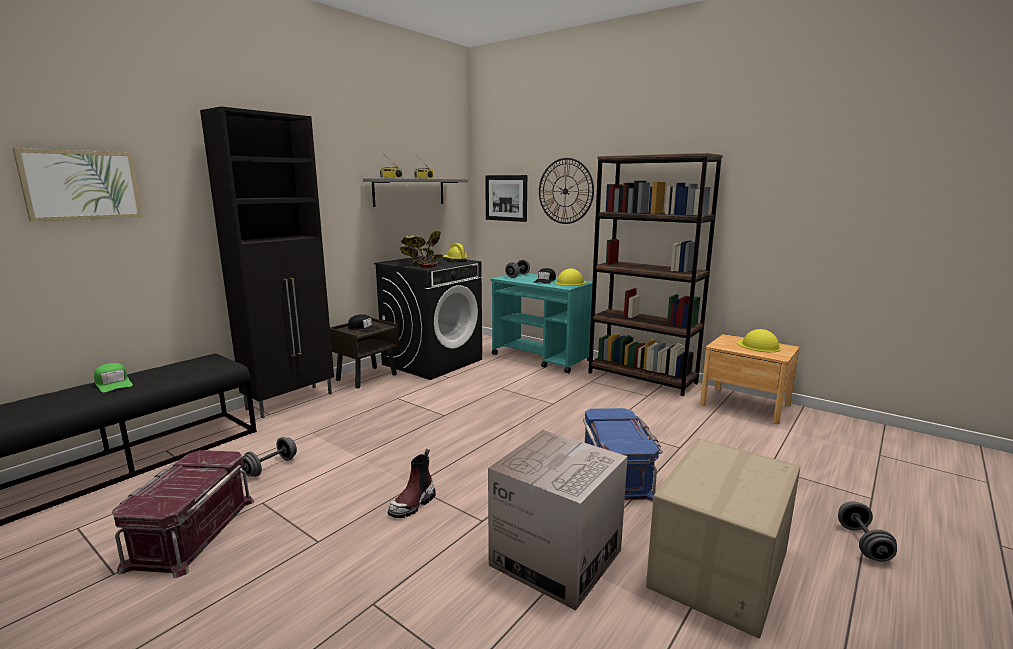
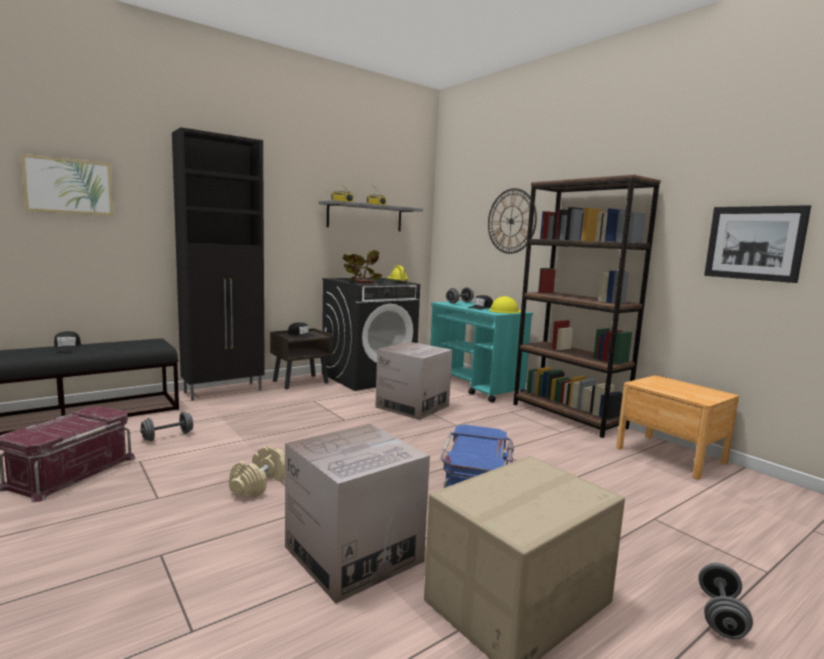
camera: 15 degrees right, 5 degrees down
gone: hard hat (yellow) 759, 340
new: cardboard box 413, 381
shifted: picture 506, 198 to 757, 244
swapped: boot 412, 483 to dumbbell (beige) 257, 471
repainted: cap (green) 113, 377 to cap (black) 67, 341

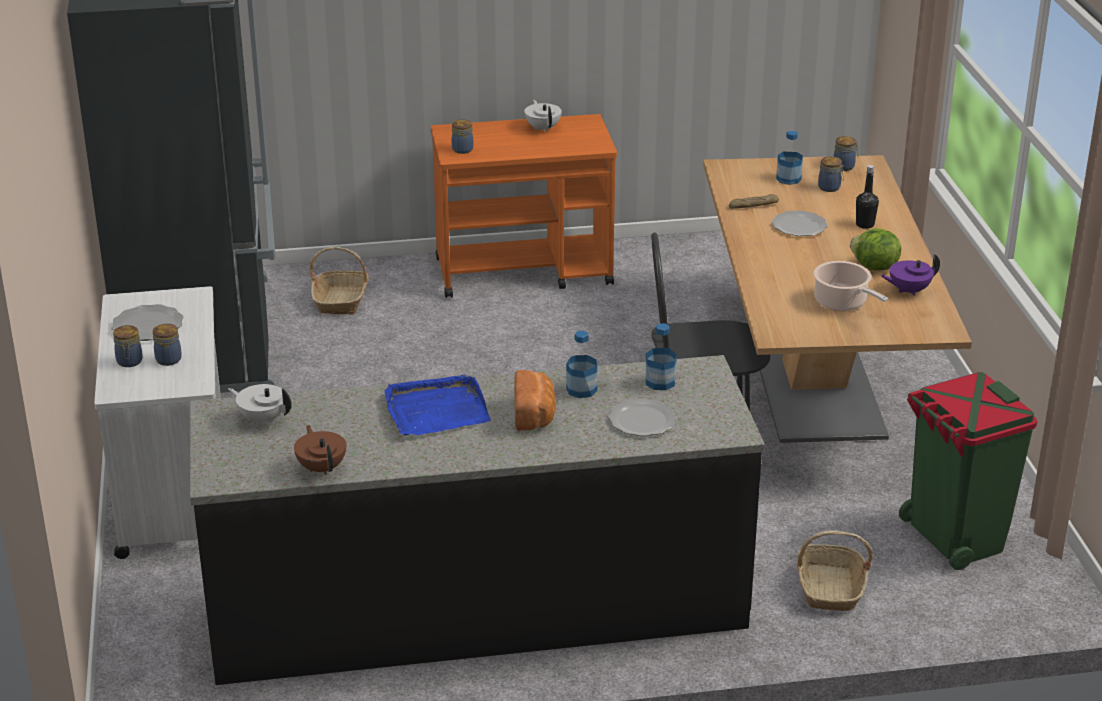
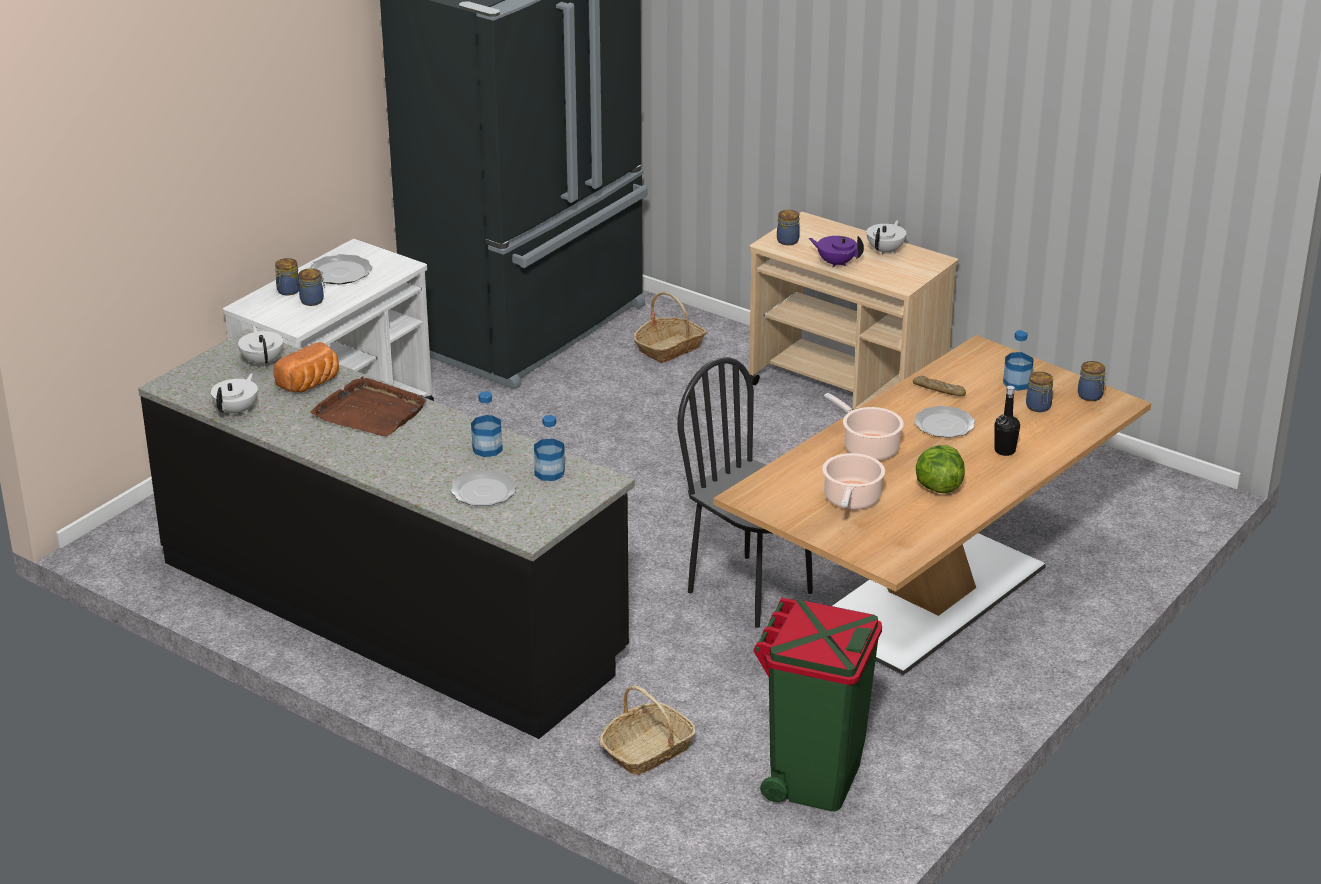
camera: 45 degrees right, 0 degrees up
new: cooking pot 864, 427
shifted: bread 535, 400 to 306, 367; teapot (purple) 910, 275 to 836, 252
repainted: teapot (brown) 320, 450 to teapot (white) 234, 394; tray (blue) 437, 405 to tray (brown) 368, 406; cart (orange) 524, 206 to cart (beige) 853, 311

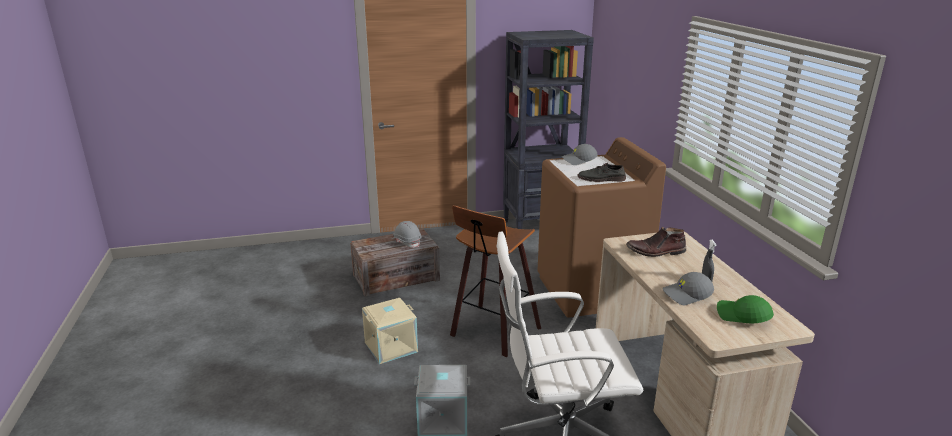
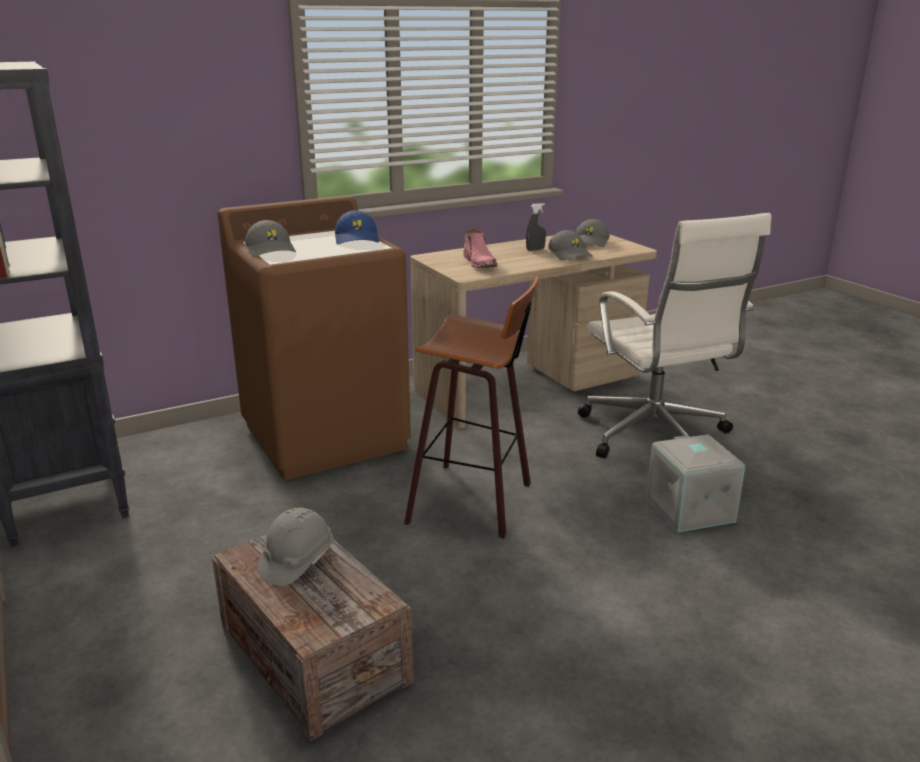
camera: 105 degrees left, 0 degrees up
gone: storage box (beige) 390, 331
swapped: shoe (grey) 601, 172 to cap (blue) 357, 227
repainted: boot (brown) 656, 242 to boot (pink) 480, 248; cap (green) 745, 309 to cap (grey) 593, 233

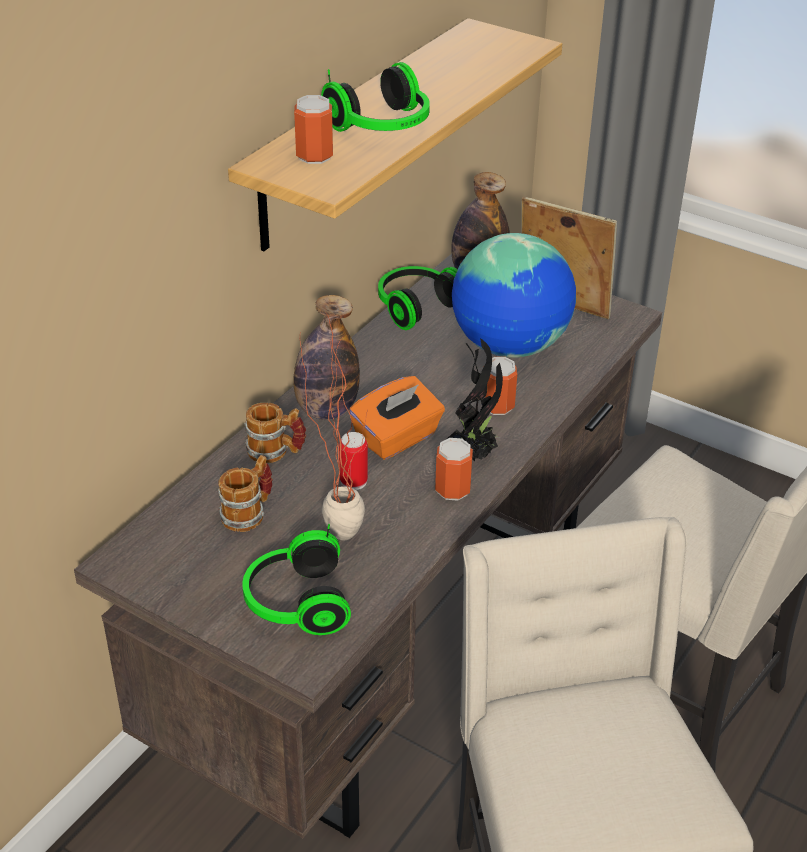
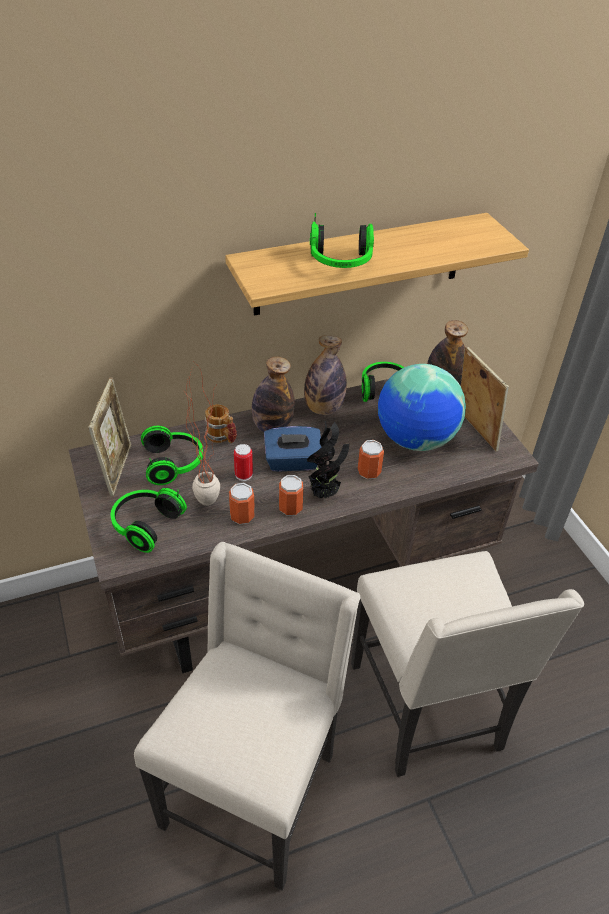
camera: 35 degrees right, 5 degrees up
new: picture frame 109, 436; bottle 325, 375
shifted: can 313, 129 to 242, 503
swapped: mug 245, 493 to headphones 172, 455
repainted: tissue box (orange) 397, 418 to tissue box (blue) 292, 449

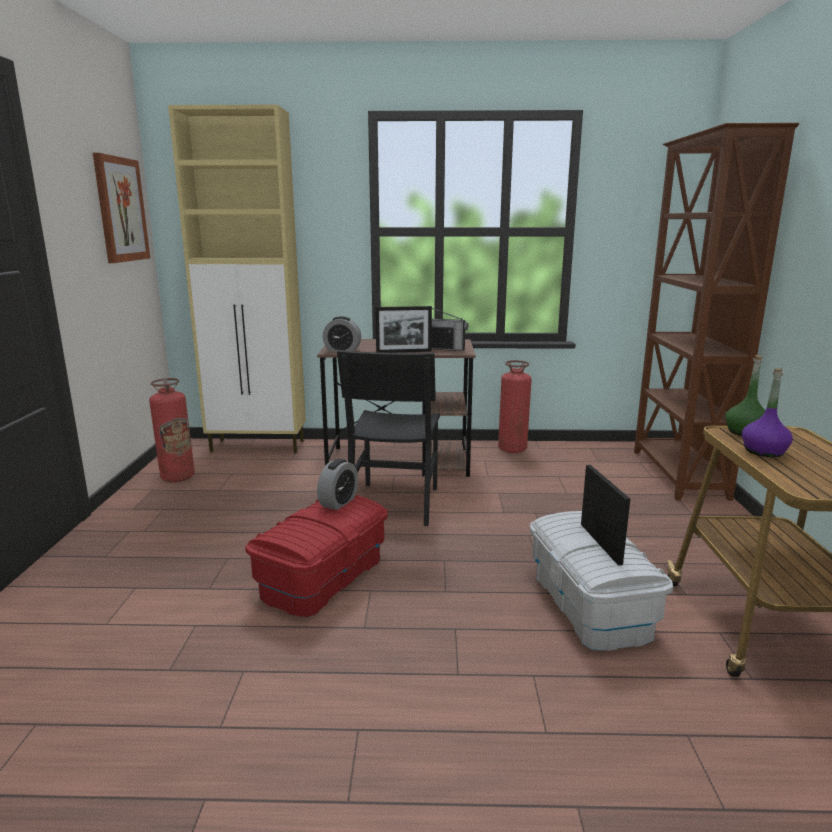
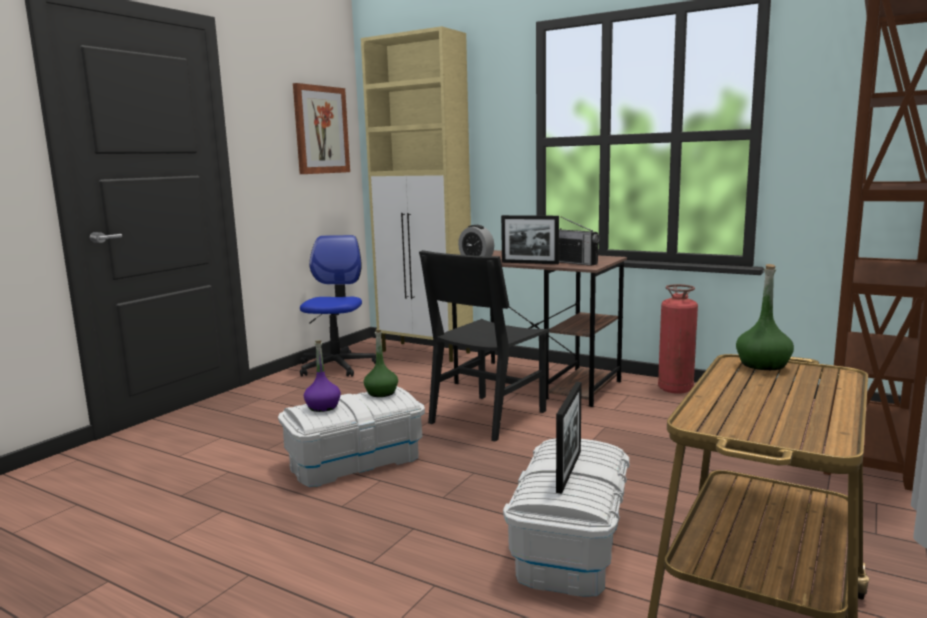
camera: 30 degrees right, 5 degrees down
shifted: bottle (purple) 767, 413 to 322, 376
swapped: fire extinguisher 172, 430 to office chair 338, 306; alarm clock 337, 484 to bottle (green) 381, 363
repainted: storage box (red) 316, 556 to storage box (white) 351, 437

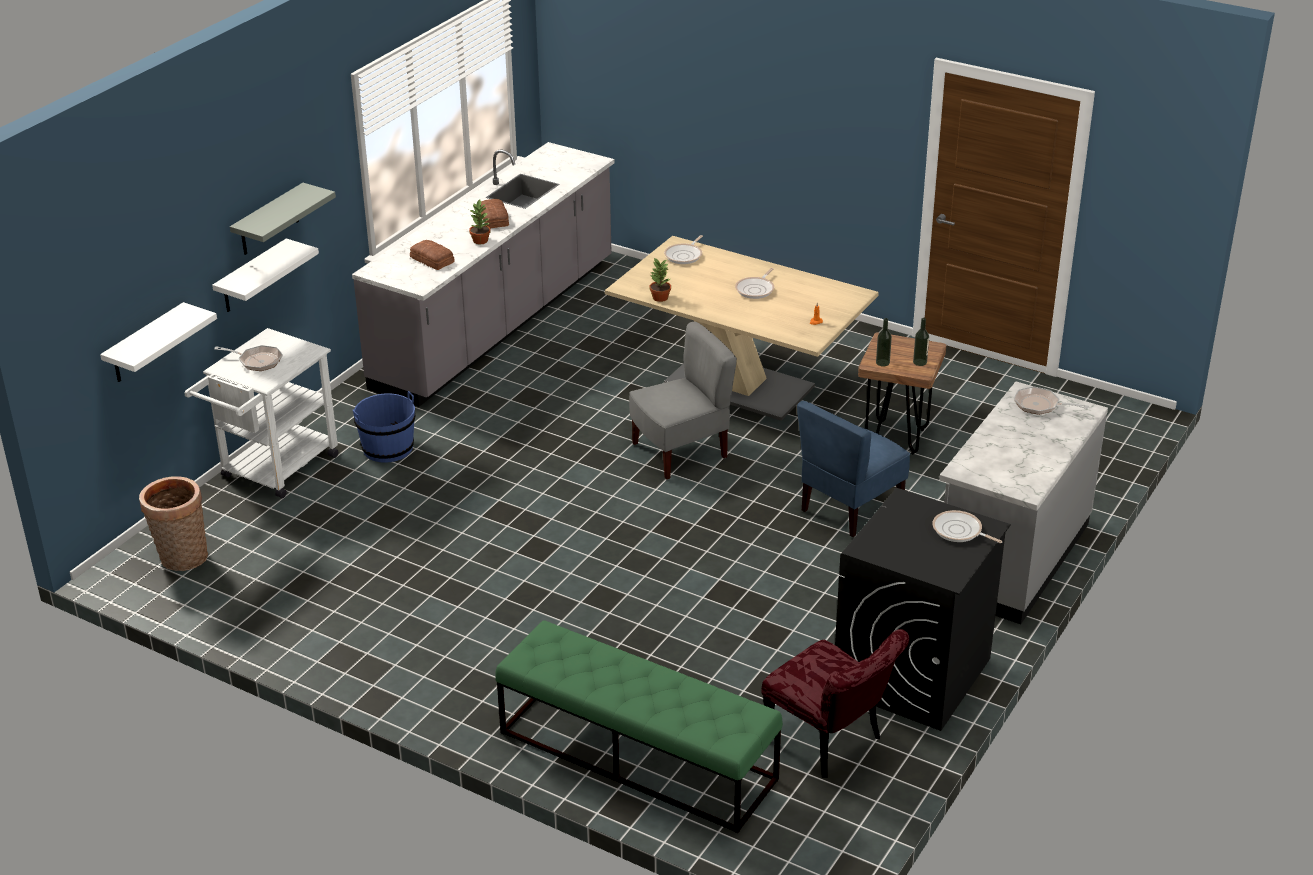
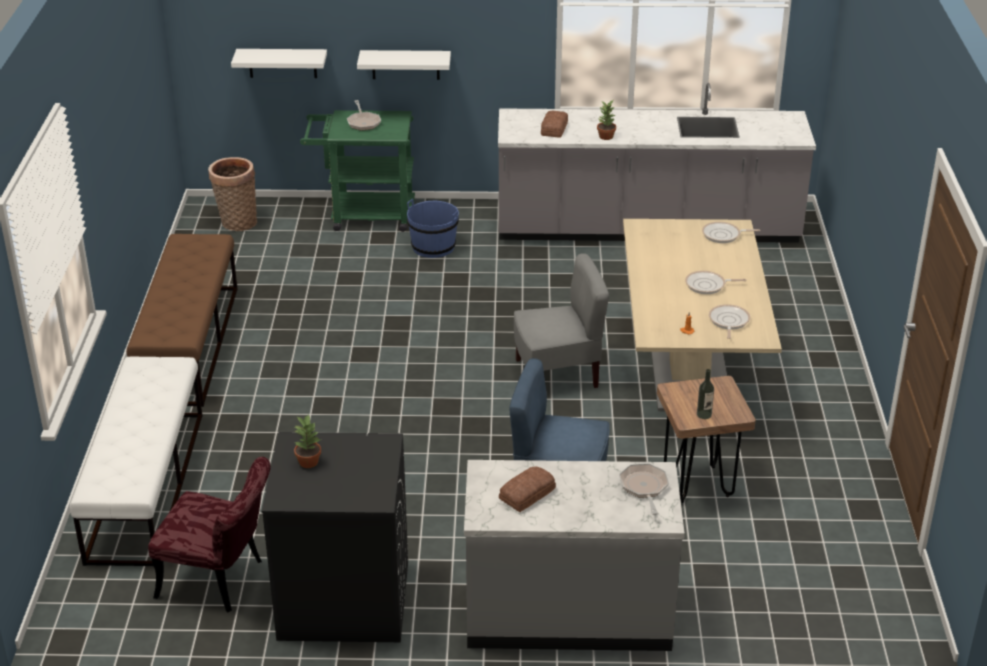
camera: 60 degrees right, 0 degrees up
gone: shelf (grey) 283, 219; bottle 884, 342
new: bench (brown) 181, 320
shifted: potted plant 660, 280 to 307, 441; bread 495, 213 to 527, 489; frying pan 967, 526 to 729, 321
repainted: bench (green) 639, 726 to bench (white) 136, 461; cart (white) 261, 413 to cart (green) 357, 171
rotated: chair (red) 835, 703 = 209, 534 90 degrees counterclockwise; chair (grey) 683, 401 = 561, 320 45 degrees counterclockwise

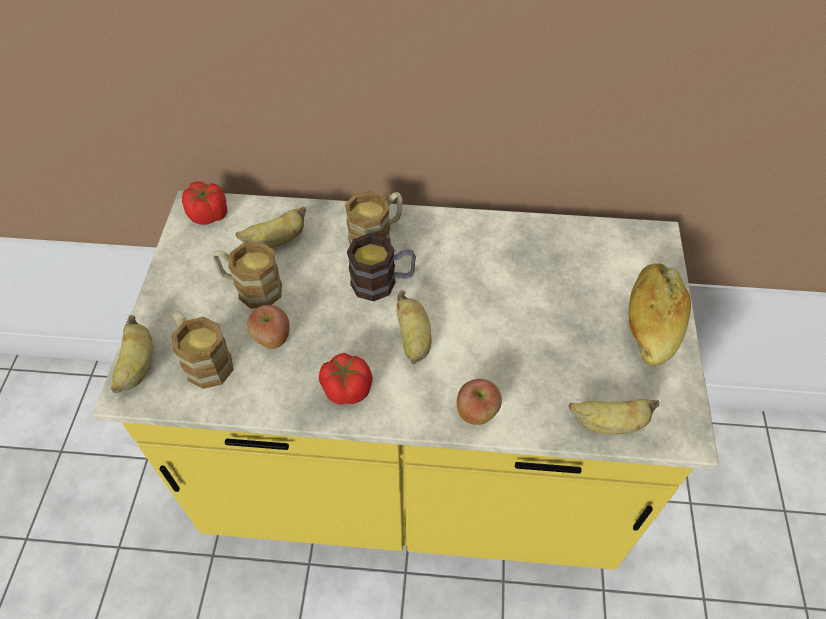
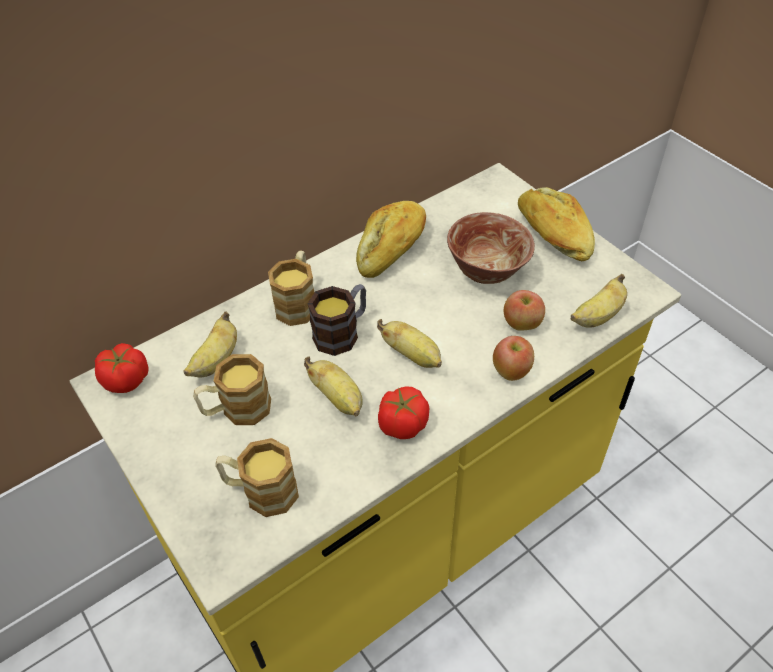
camera: 40 degrees left, 5 degrees down
new: bread 391, 239; bowl 491, 248
shifted: banana 132, 354 to 333, 386; apple 268, 327 to 524, 310

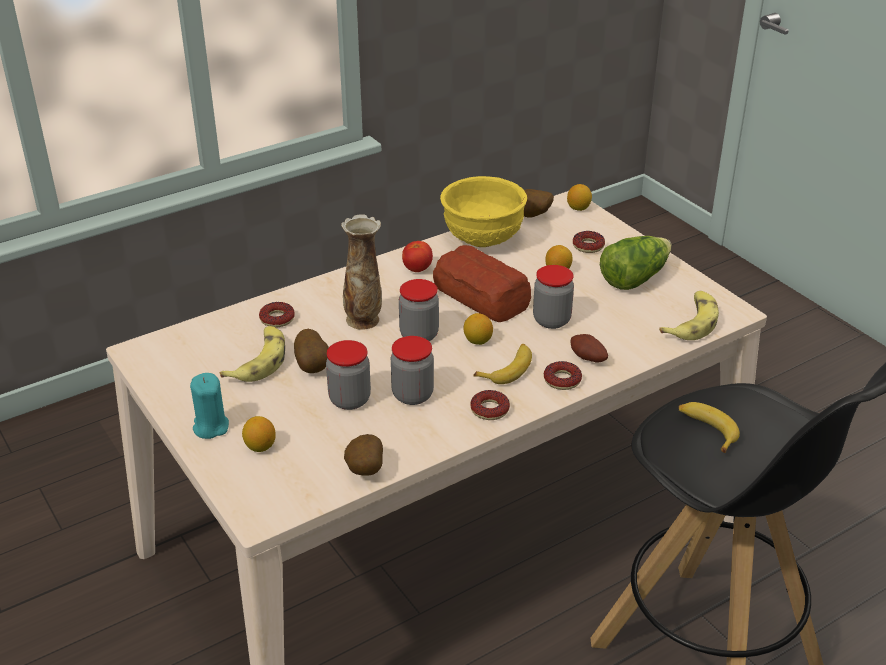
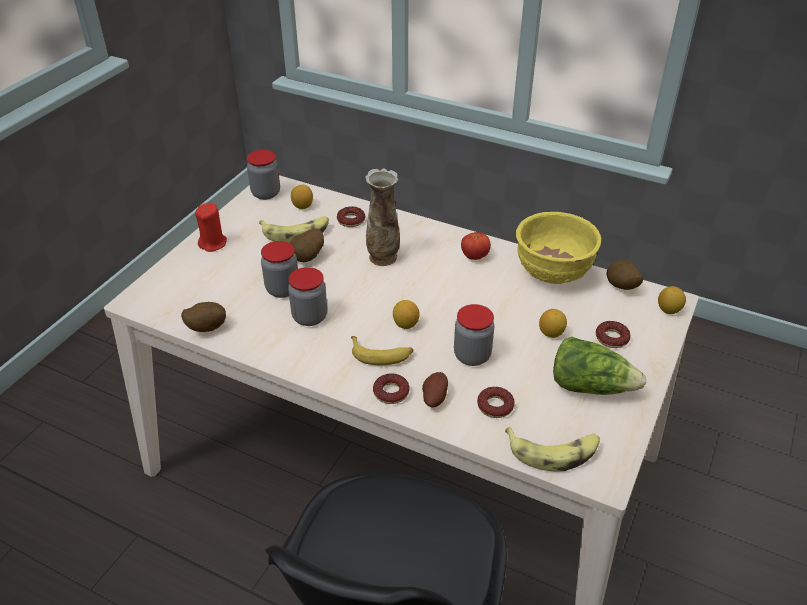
camera: 60 degrees right, 5 degrees up
gone: bread 482, 283; banana 709, 427
shifted: jar 419, 310 to 263, 175; lemon 259, 434 to 302, 197; donut 490, 405 to 496, 402
repainted: candle (turquoise) 209, 406 to candle (red) 211, 227

